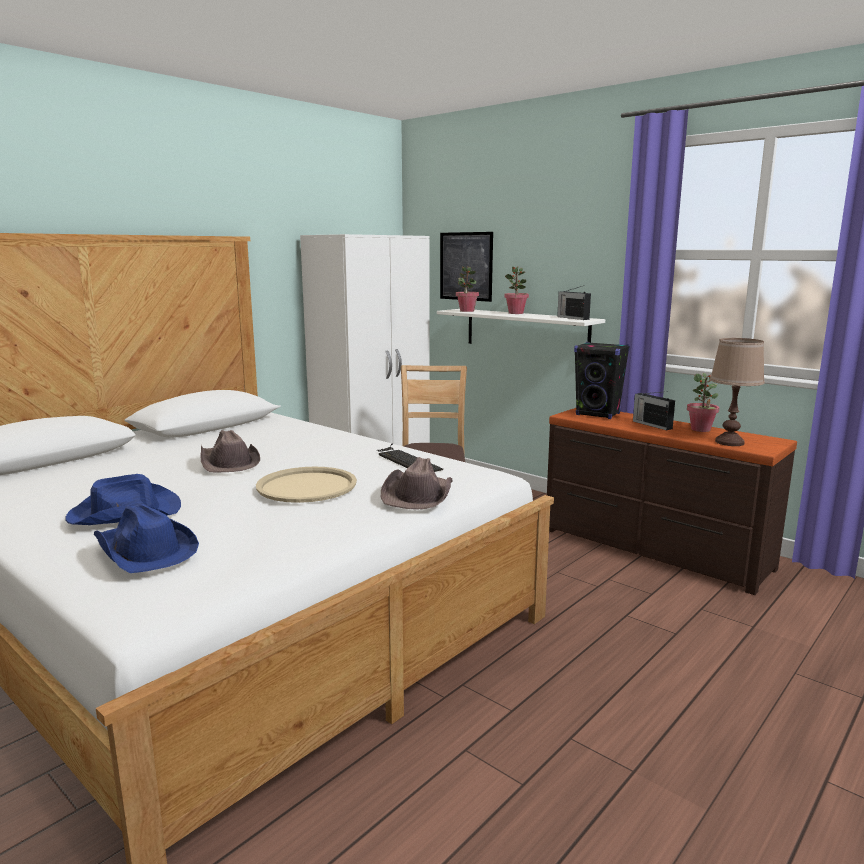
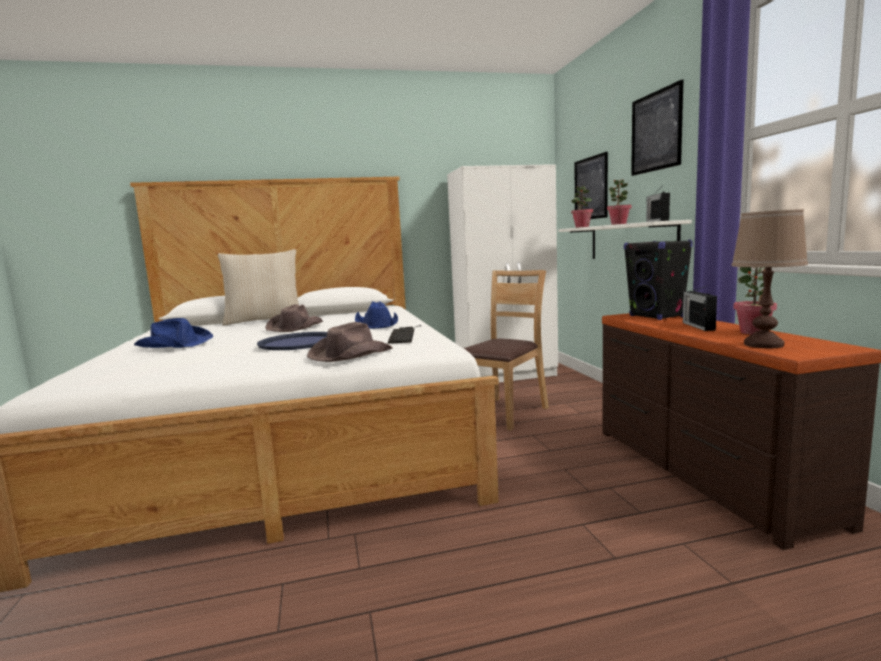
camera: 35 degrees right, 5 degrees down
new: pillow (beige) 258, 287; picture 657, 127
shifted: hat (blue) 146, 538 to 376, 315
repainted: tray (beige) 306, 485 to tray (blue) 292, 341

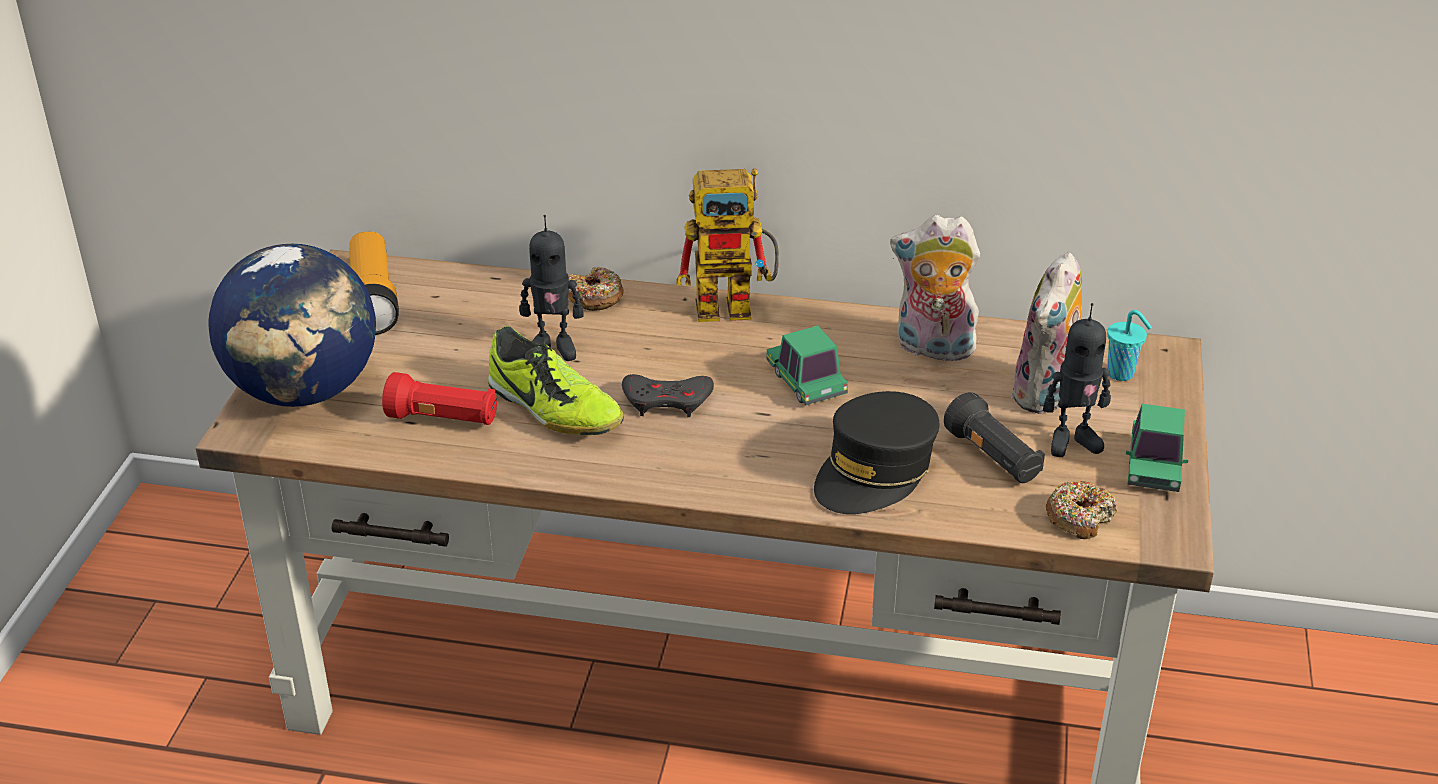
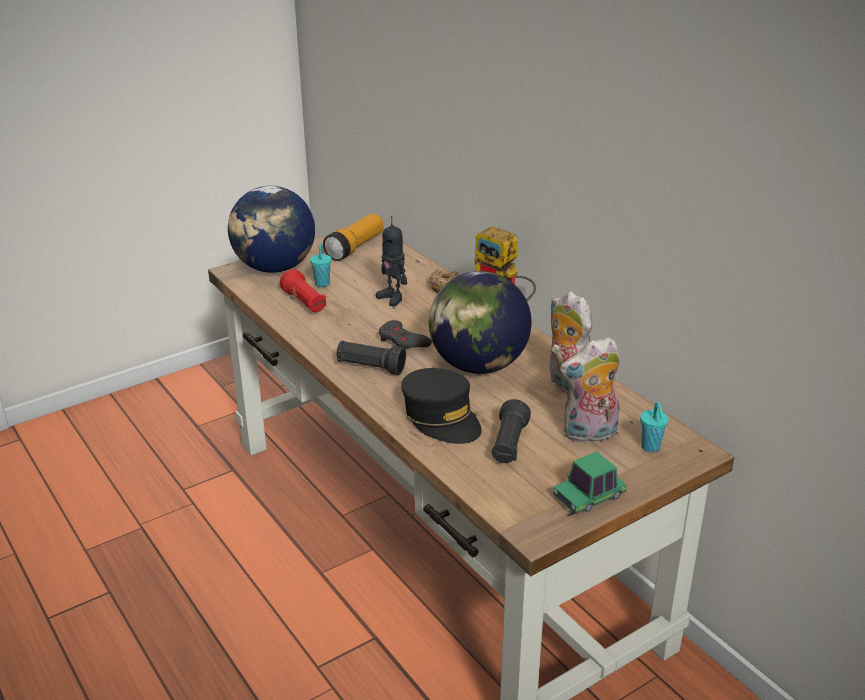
camera: 45 degrees right, 5 degrees down
gone: shoe 556, 380; toy robot 1077, 380; donut 1081, 510
new: cup (turquoise) 321, 265; flashlight (black) 371, 358
swapped: toy car 807, 365 to globe 480, 322
rotated: cap (black) 876, 452 = 441, 406 120 degrees counterclockwise

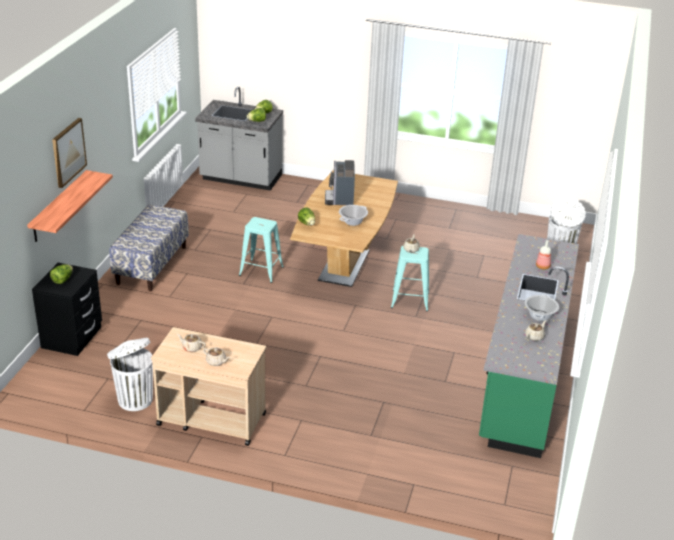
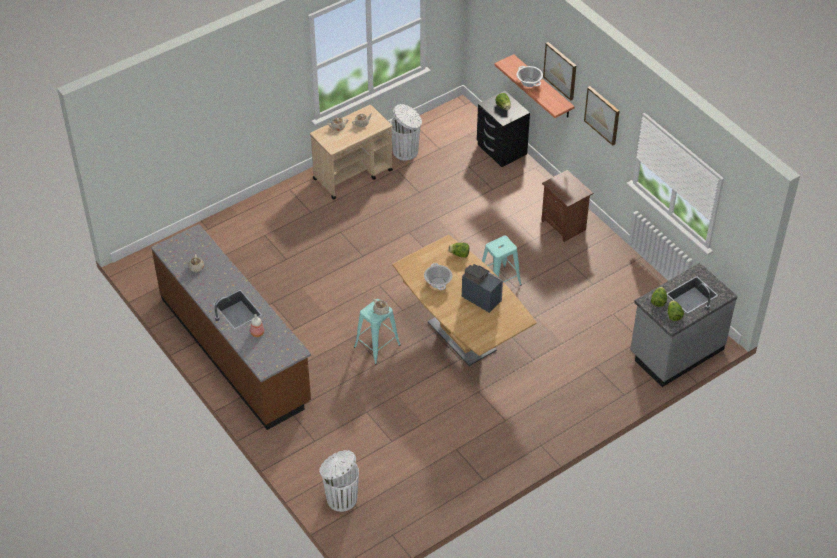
camera: 130 degrees right, 15 degrees up
new: picture 601, 116
shifted: cooking pot 542, 308 to 530, 76
swapped: bench 149, 248 to nightstand (brown) 567, 206
repainted: counter (green) 529, 346 to counter (brown) 231, 327

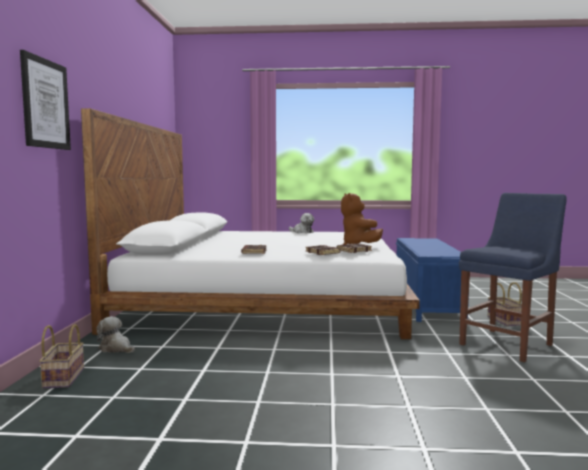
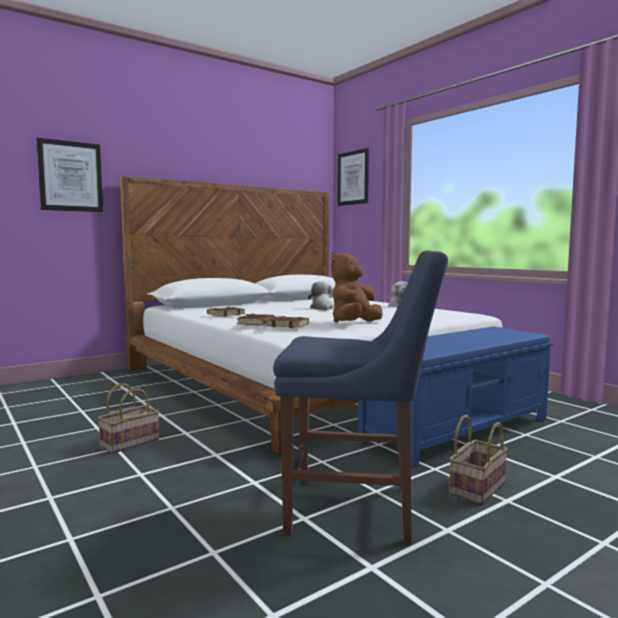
camera: 50 degrees right, 0 degrees up
new: picture 353, 177
shifted: basket 61, 356 to 128, 418; plush toy 115, 334 to 321, 296

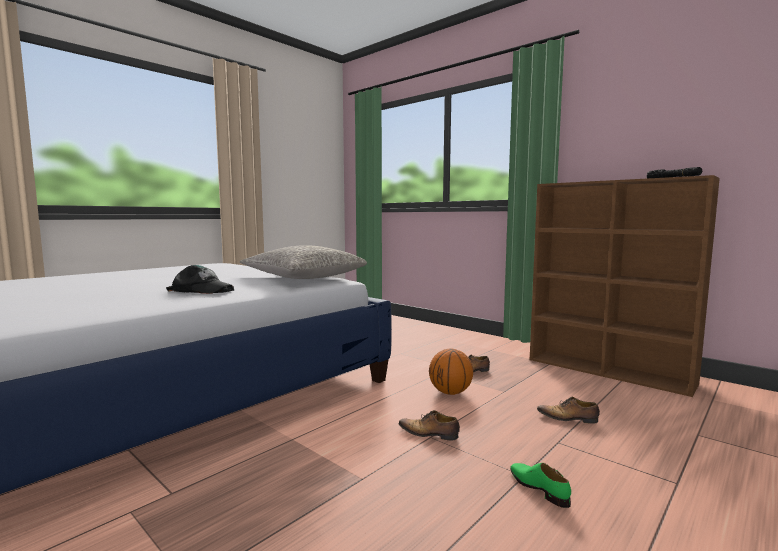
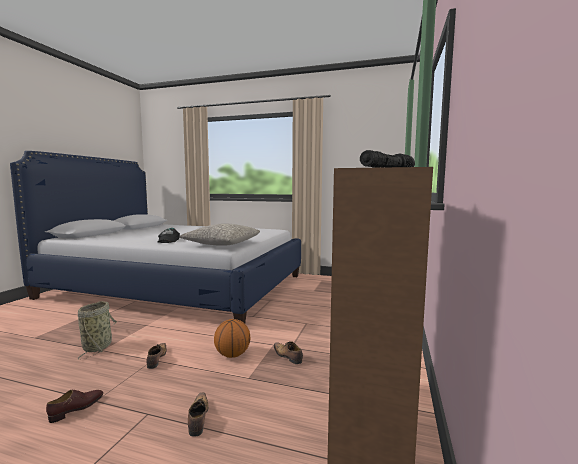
camera: 65 degrees right, 0 degrees up
new: basket 97, 330
repainted: shoe (green) 540, 485 to shoe (brown) 74, 406

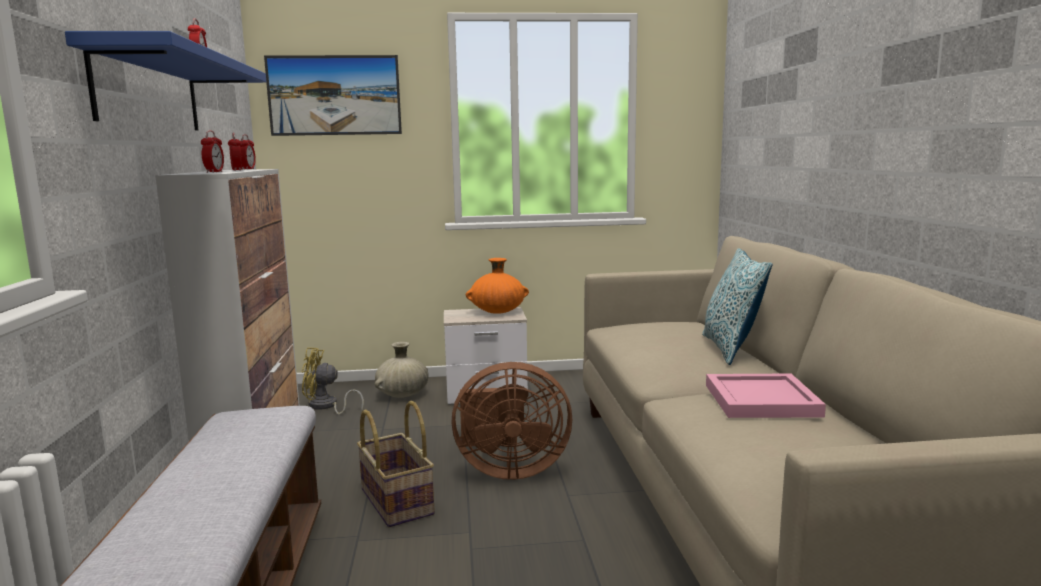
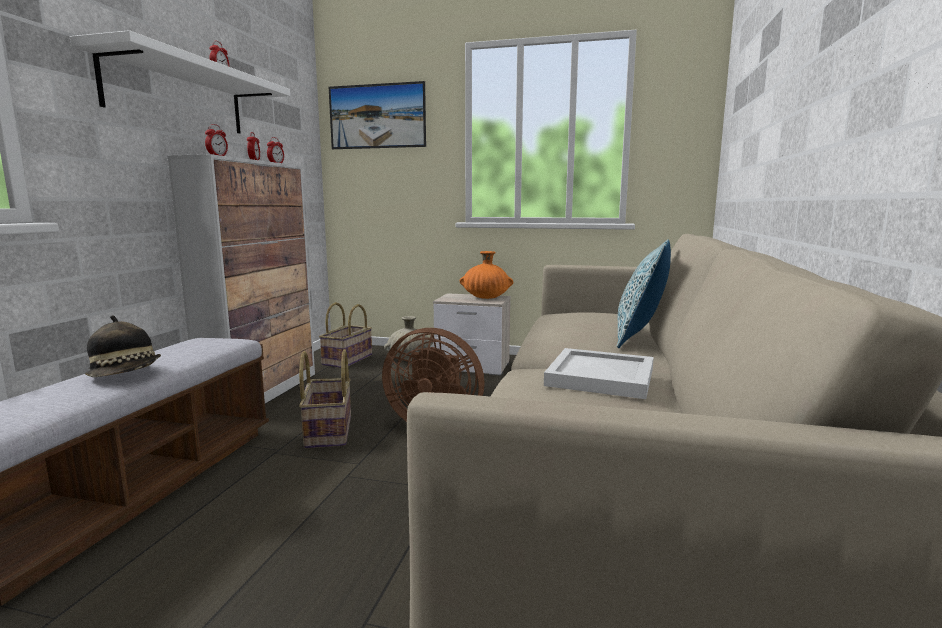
camera: 20 degrees right, 0 degrees up
new: hat 123, 346
swapped: fan (yellow) 332, 381 to basket 345, 335
repainted: shelf (blue) 165, 80 to shelf (white) 180, 82; tray (pink) 766, 396 to tray (white) 599, 373

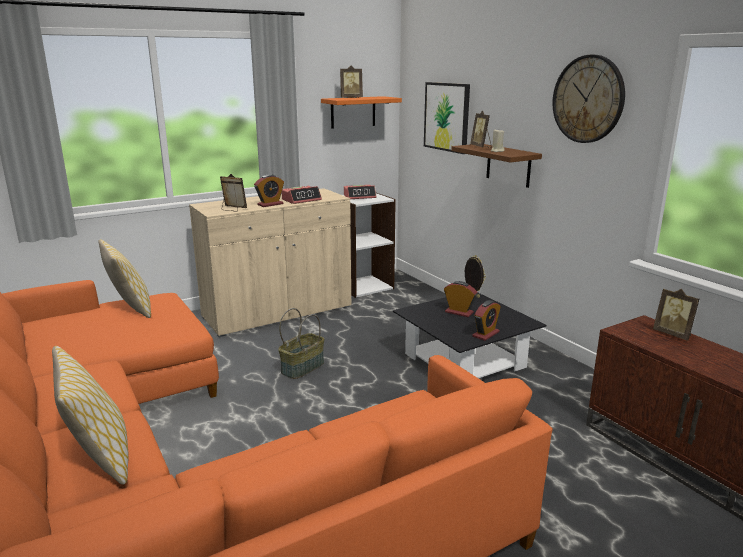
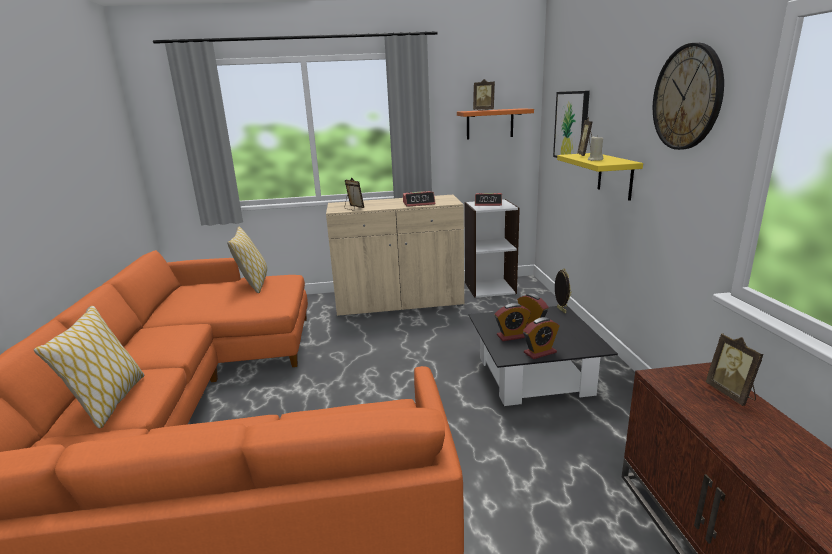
camera: 25 degrees right, 0 degrees up
gone: basket 301, 343
shifted: alarm clock 269, 191 to 513, 322
repainted: shelf (brown) 496, 166 to shelf (yellow) 600, 177

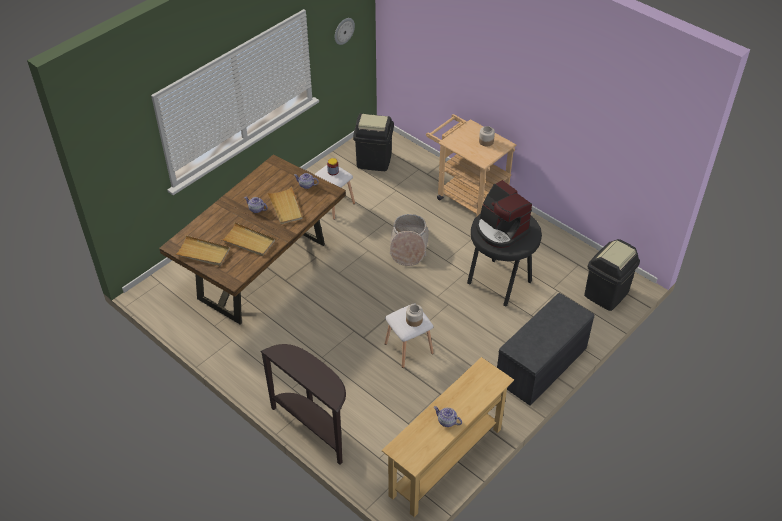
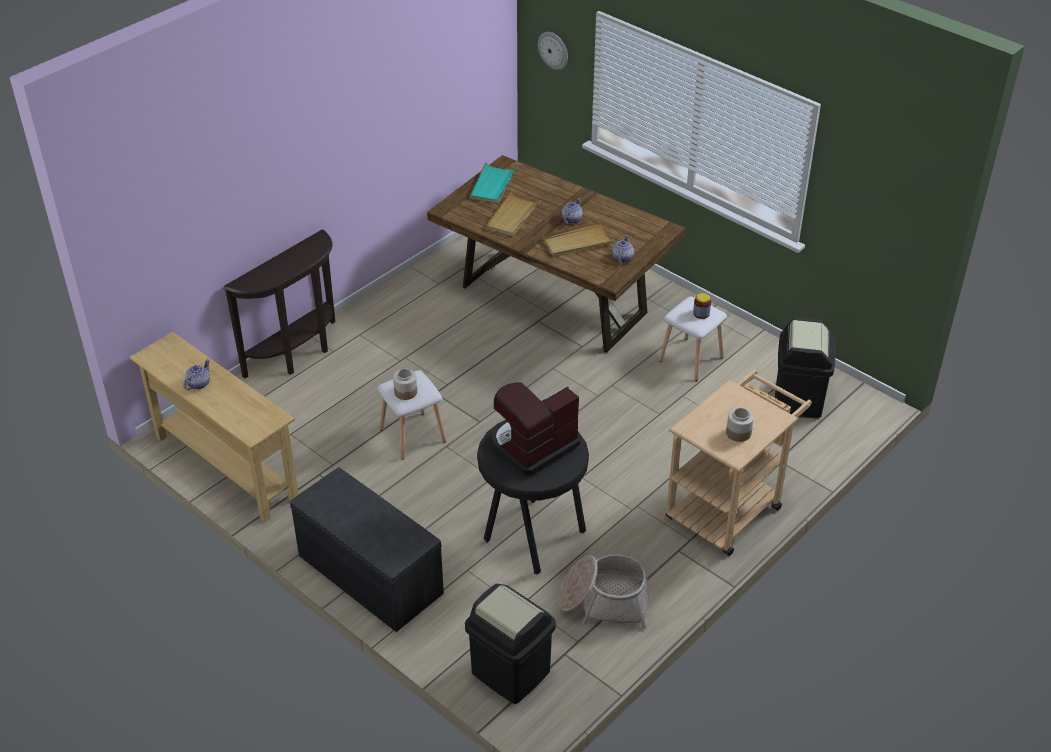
camera: 90 degrees right, 5 degrees down
shifted: wall clock 345, 31 to 553, 51; basket 409, 240 to 603, 591
repainted: tray (beige) 202, 250 to tray (turquoise) 494, 182

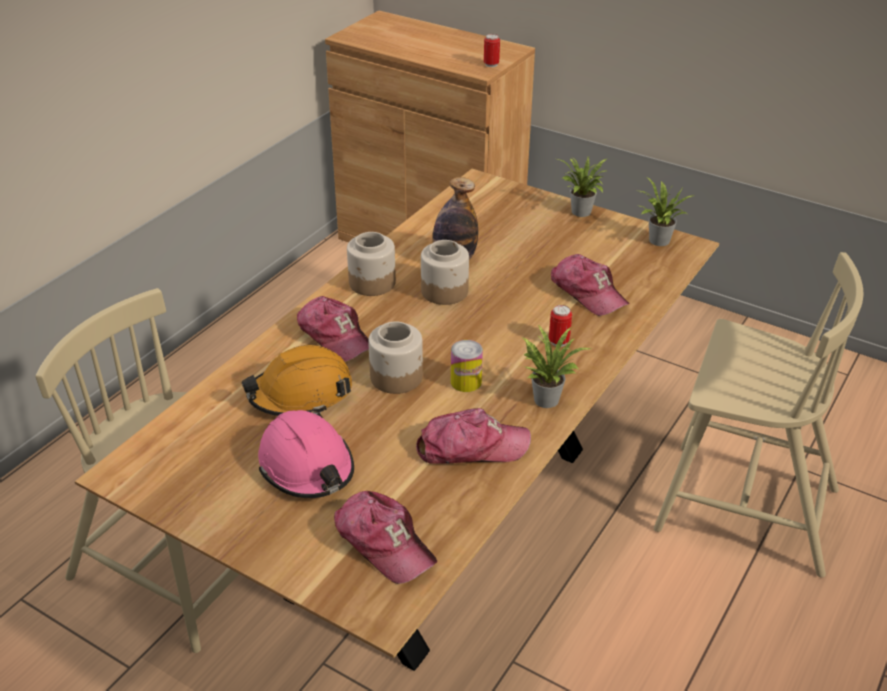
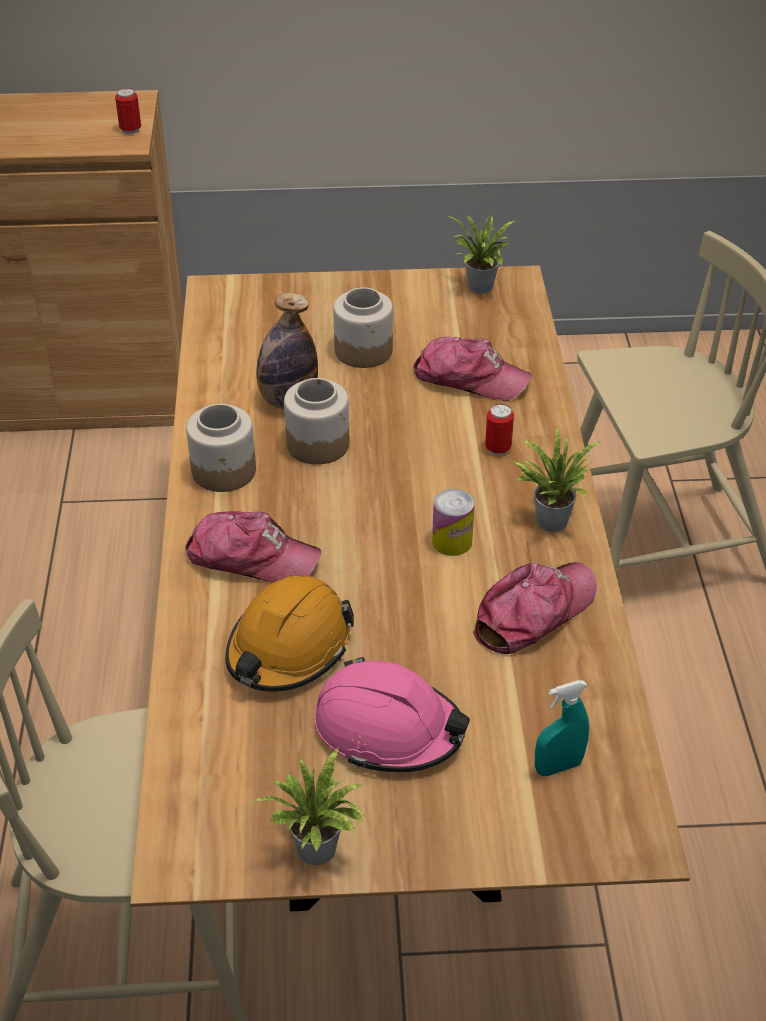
camera: 35 degrees left, 5 degrees up
shifted: potted plant 582, 186 to 308, 806; jar 395, 357 to 363, 327
swapped: cap 385, 537 to spray bottle (turquoise) 562, 728

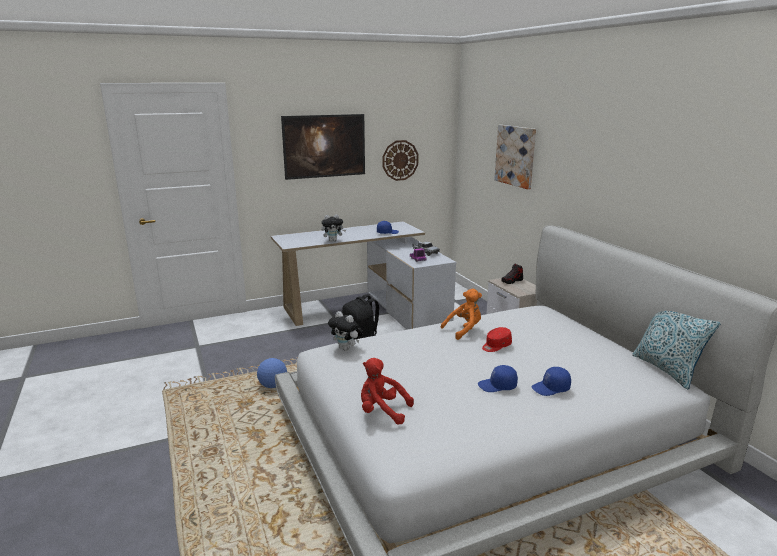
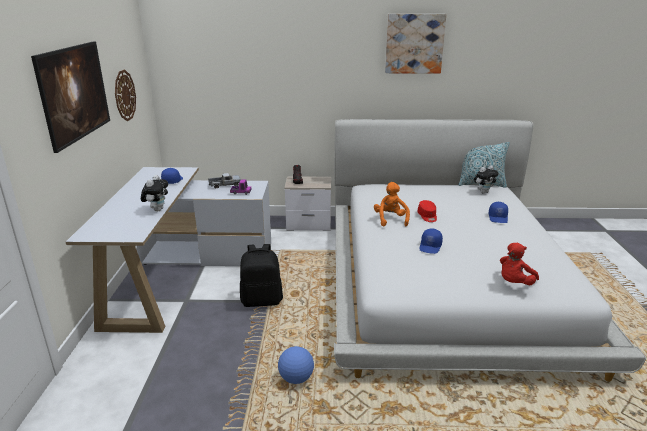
camera: 65 degrees left, 5 degrees up
shifted: picture 515, 157 to 415, 44; cap (blue) 498, 378 to 431, 241; plush toy 345, 331 to 486, 179

